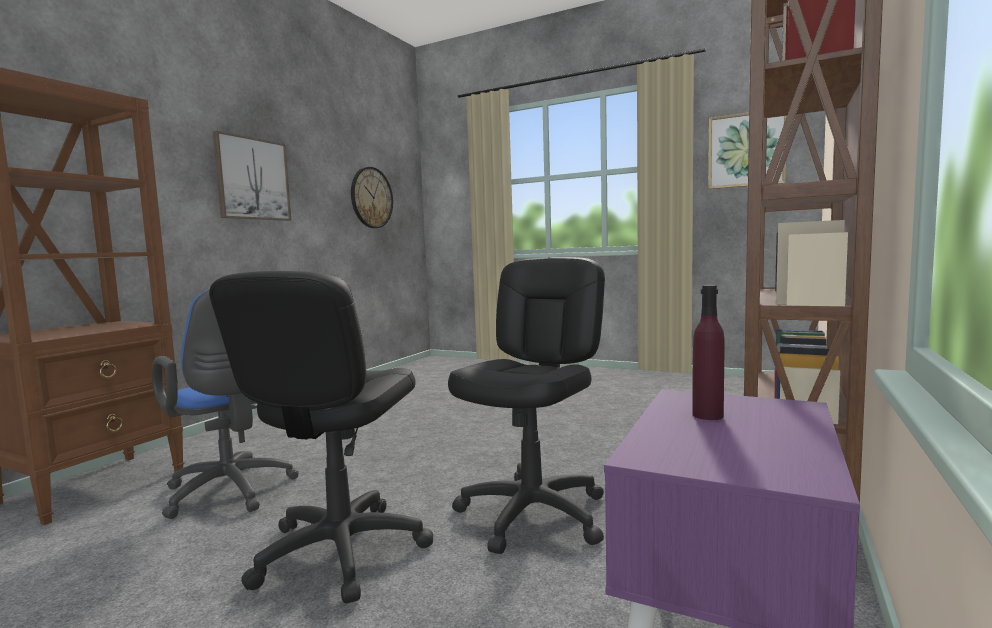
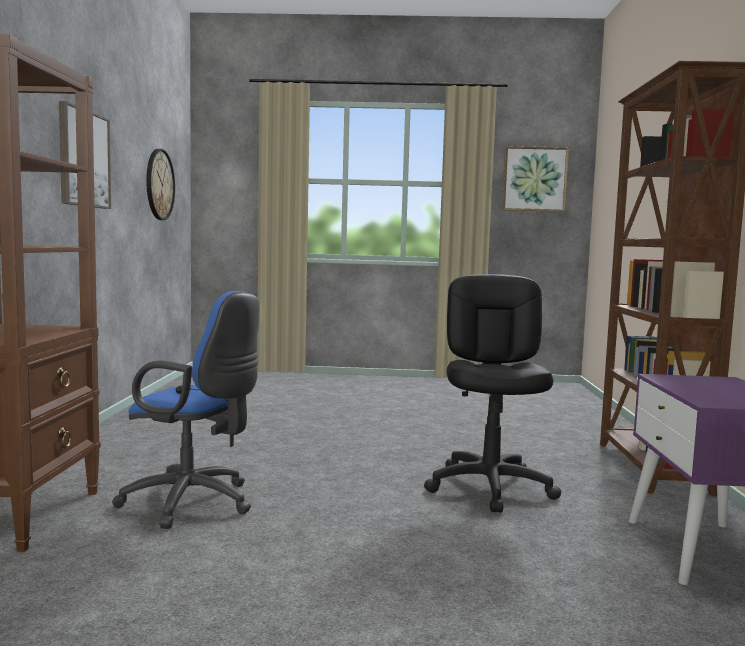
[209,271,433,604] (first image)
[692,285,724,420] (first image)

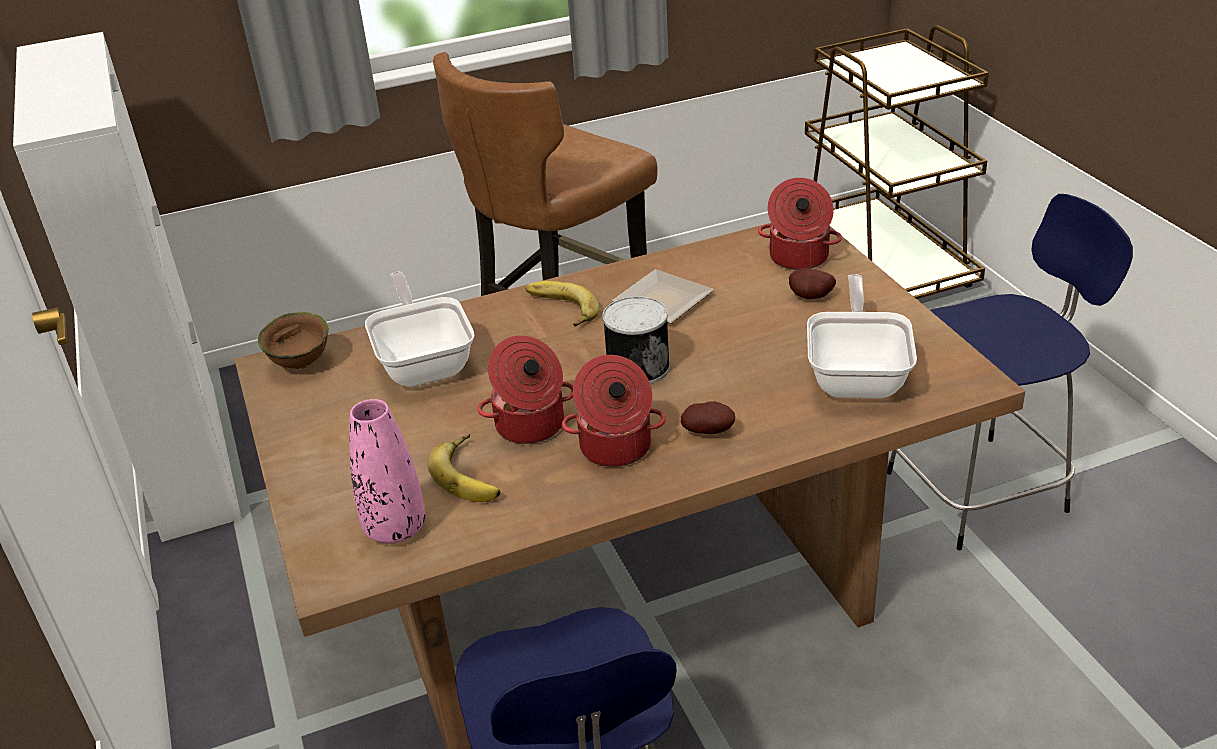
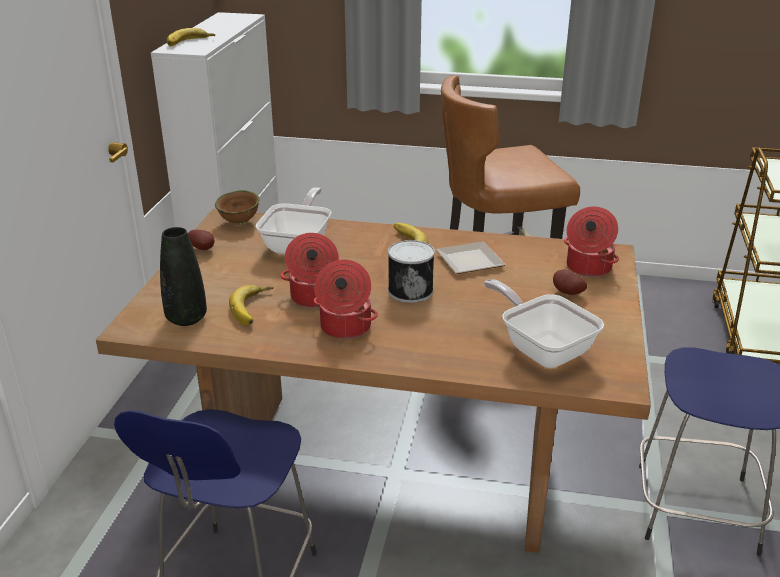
[160,227,207,326]
[188,229,215,250]
[484,279,604,368]
[167,28,215,47]

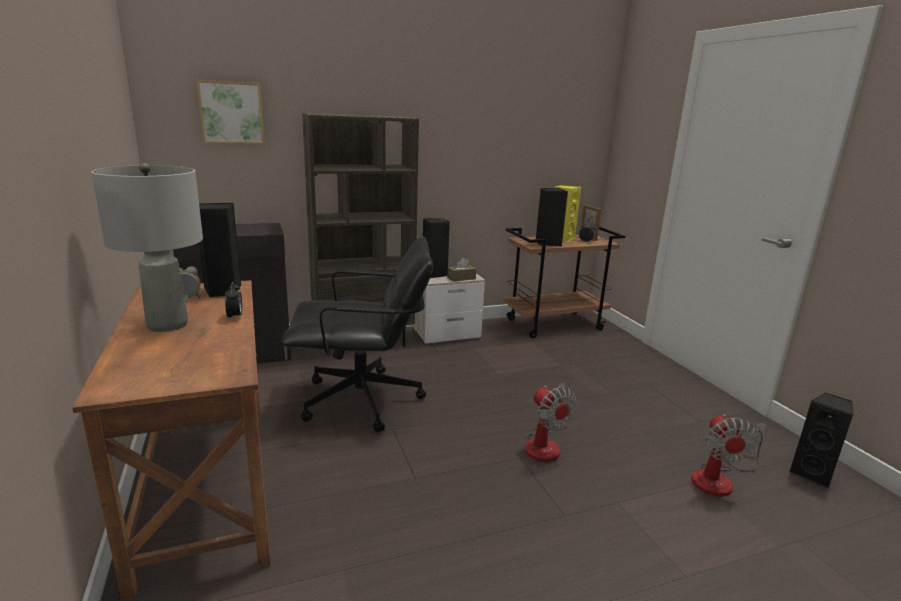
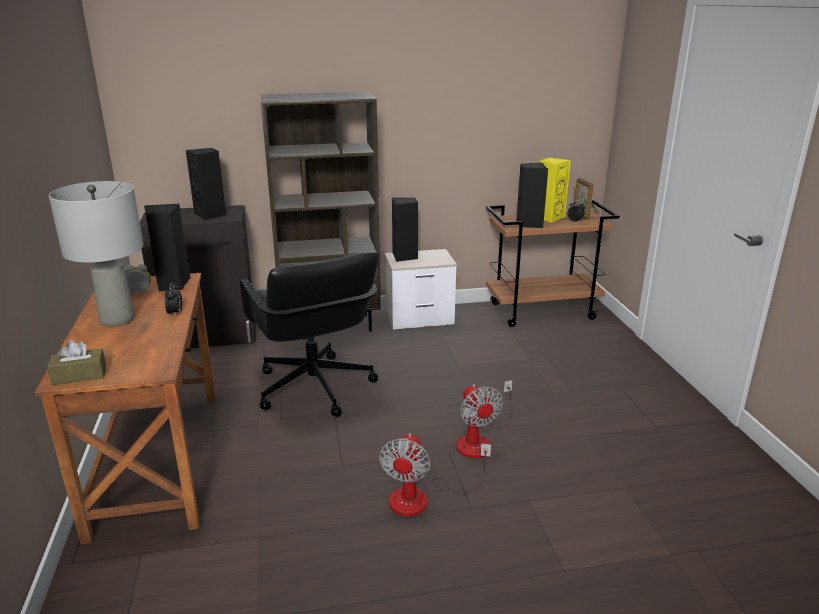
[196,80,264,144] (first image)
[240,252,379,417]
[47,340,106,385]
[379,433,491,516]
[186,148,226,220]

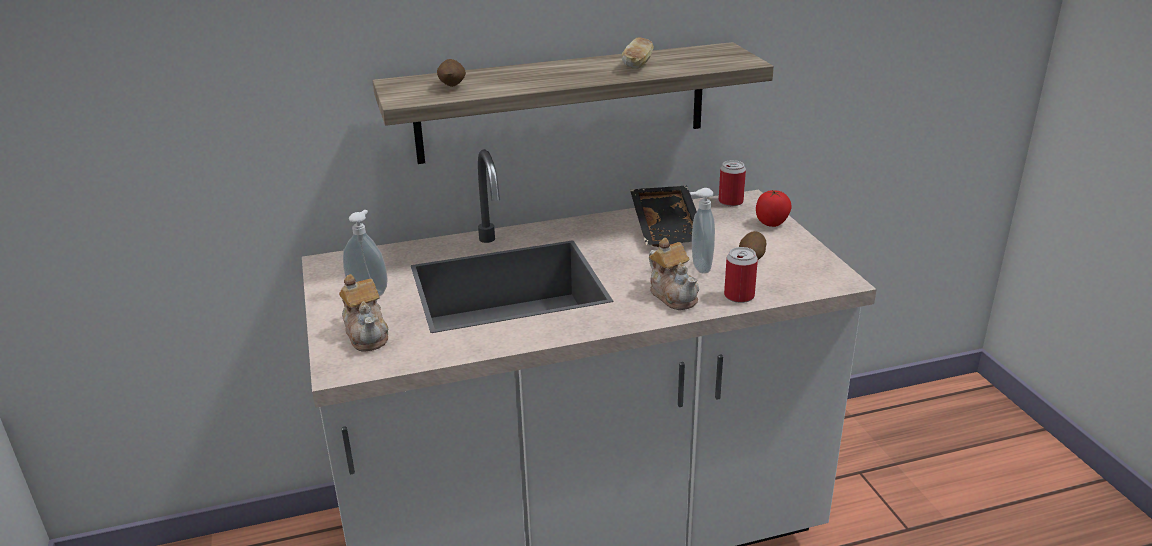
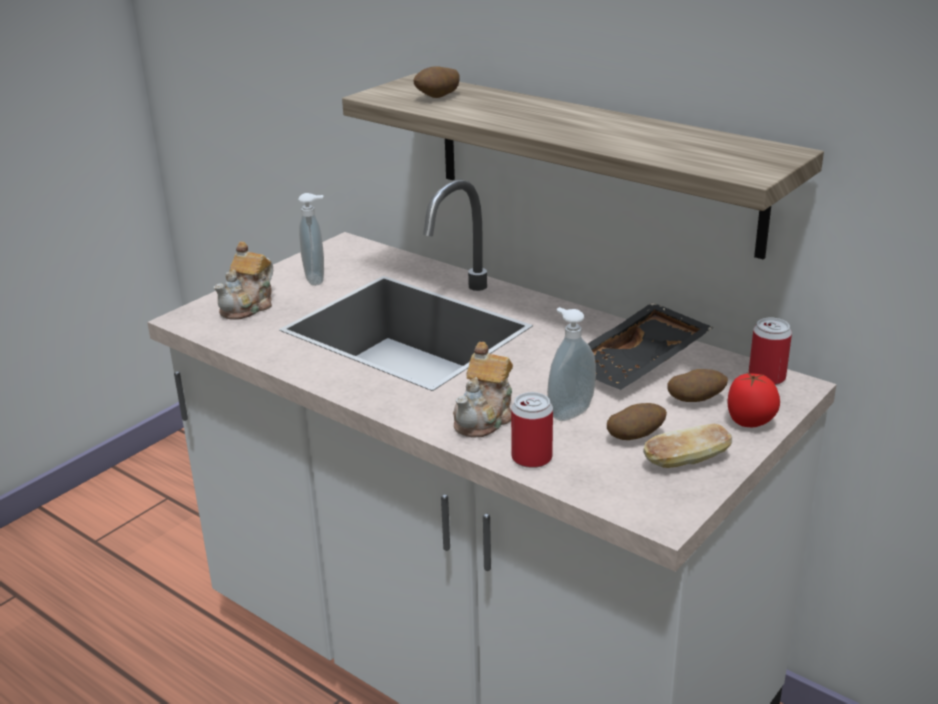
[643,424,732,468]
[667,369,728,402]

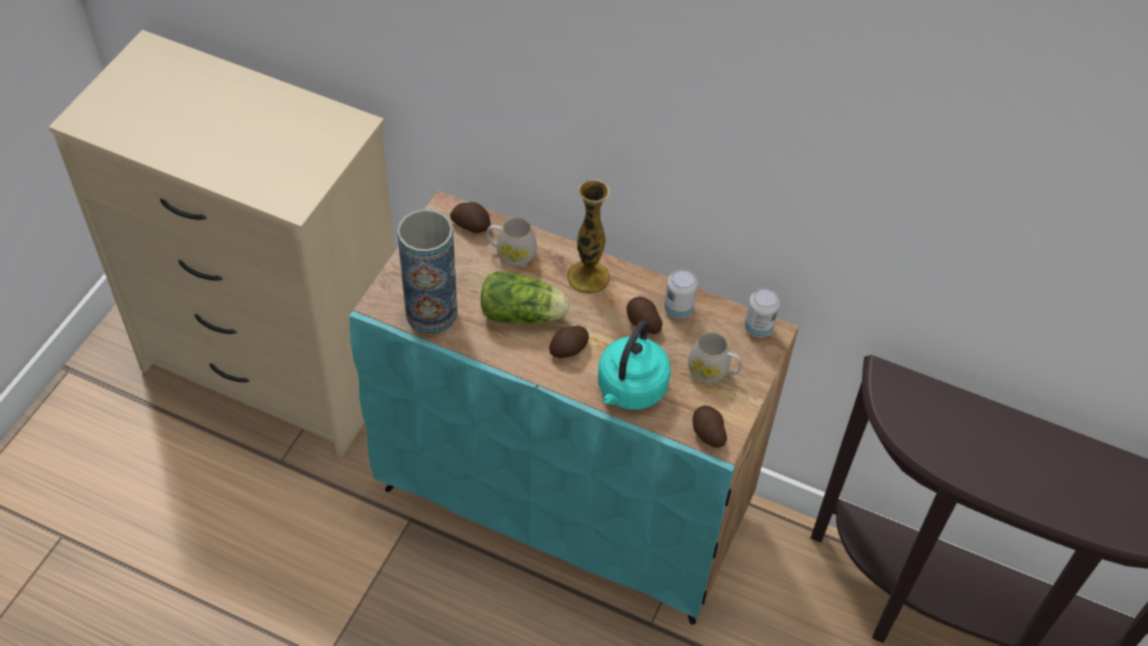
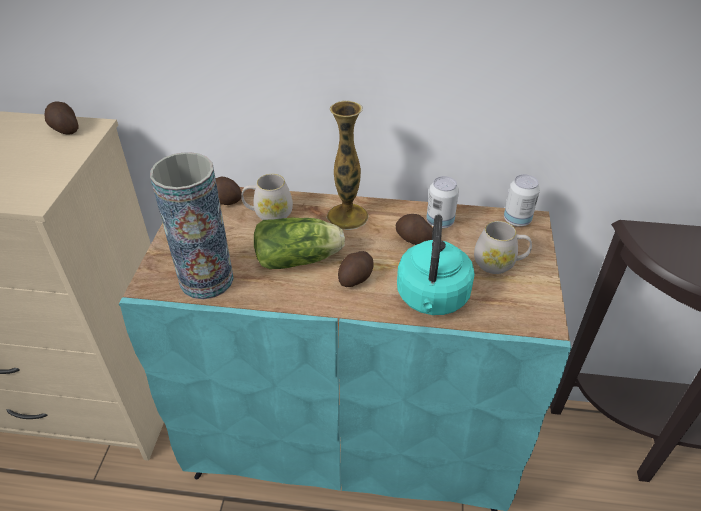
[44,101,79,135]

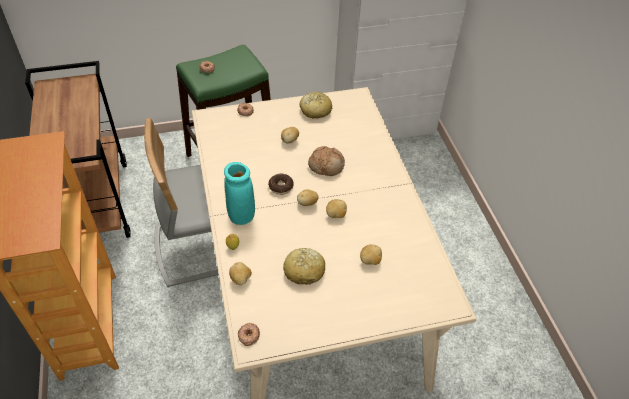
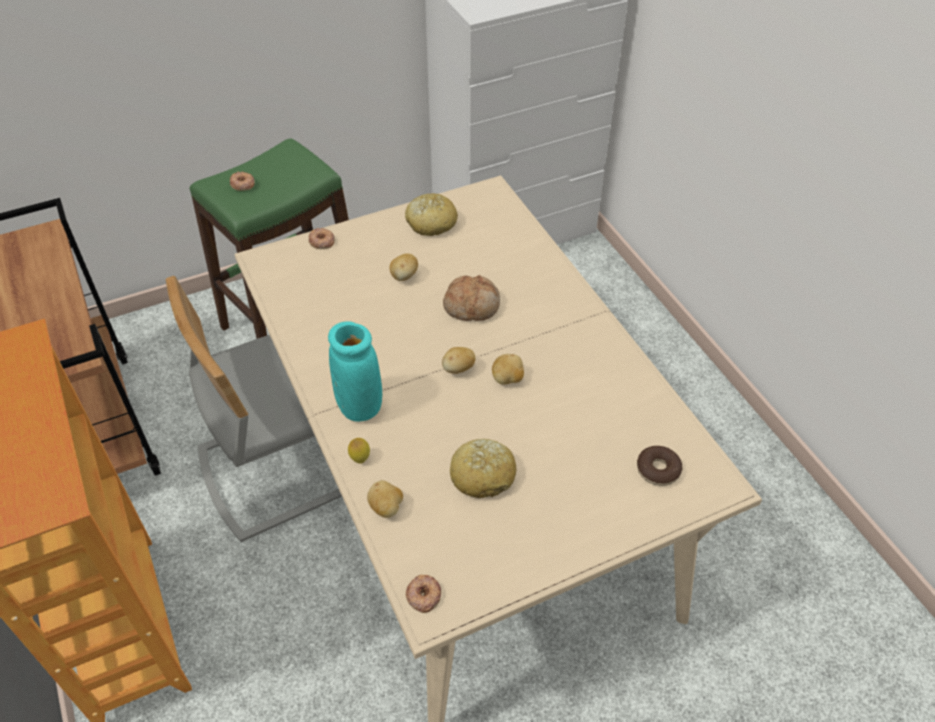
[637,446,683,486]
[360,244,382,265] (first image)

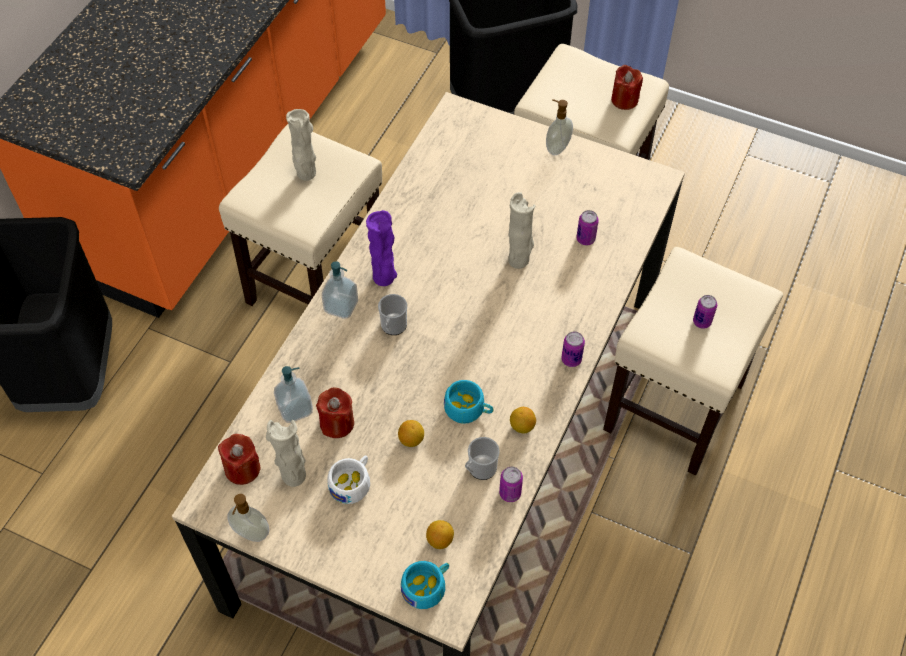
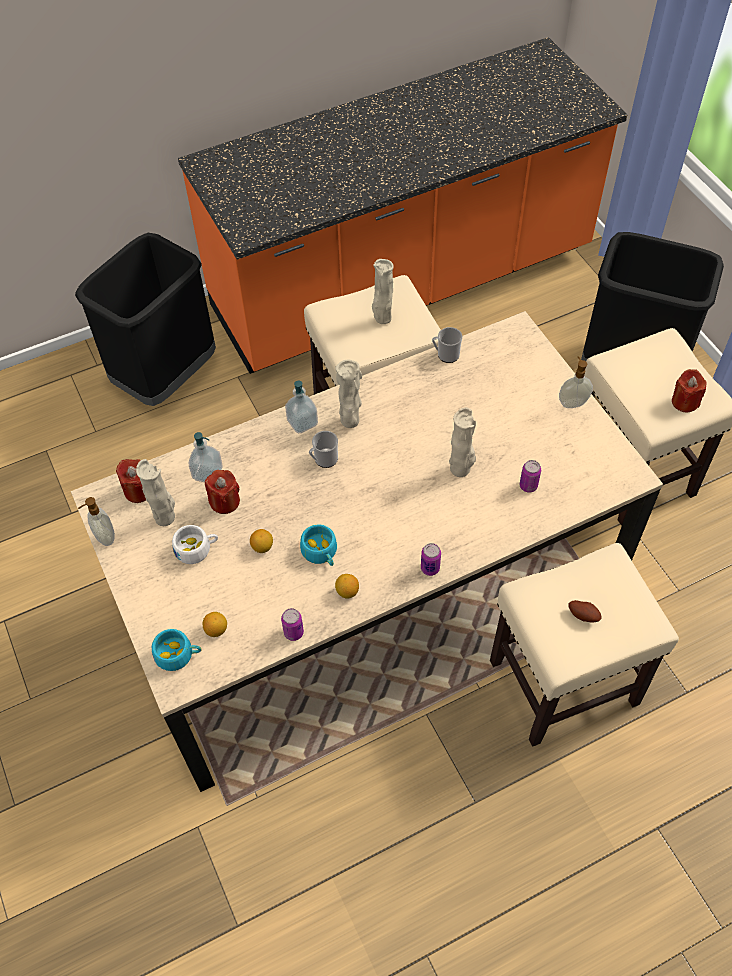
[335,360,362,428]
[432,327,462,363]
[568,600,602,623]

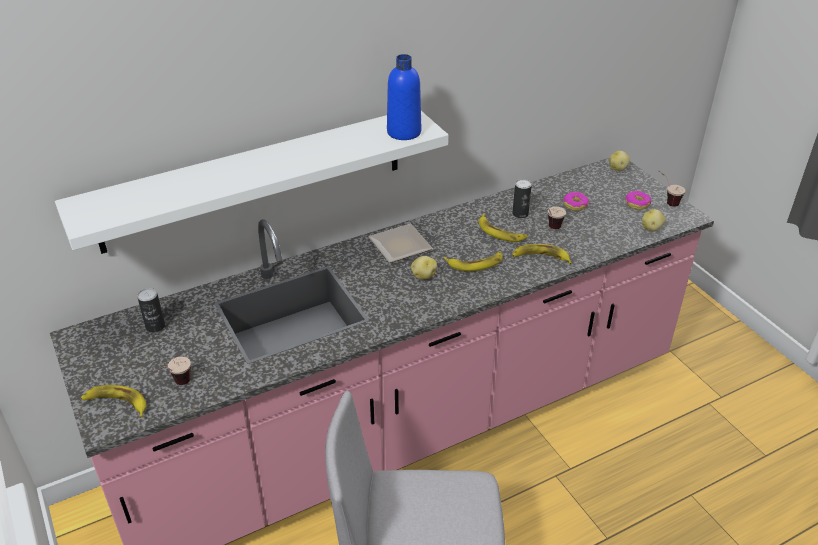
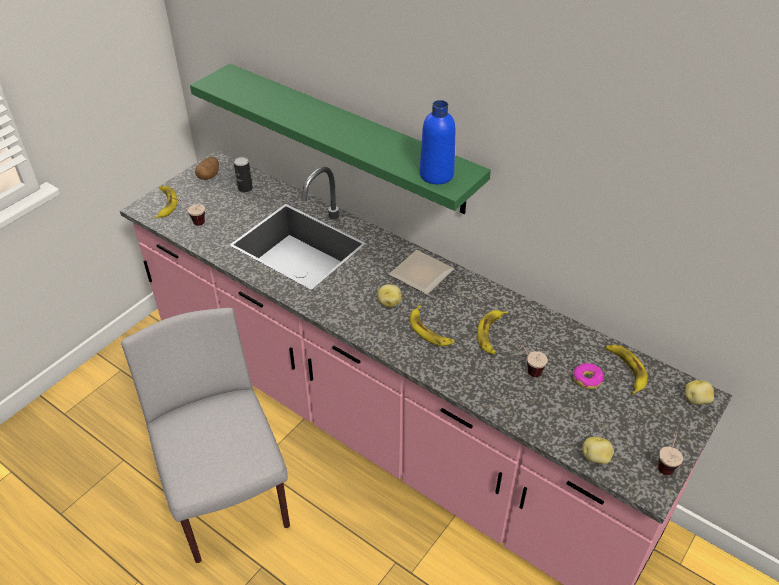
[190,63,491,214]
[512,179,532,218] (first image)
[606,345,647,394]
[625,191,651,210] (first image)
[195,156,219,180]

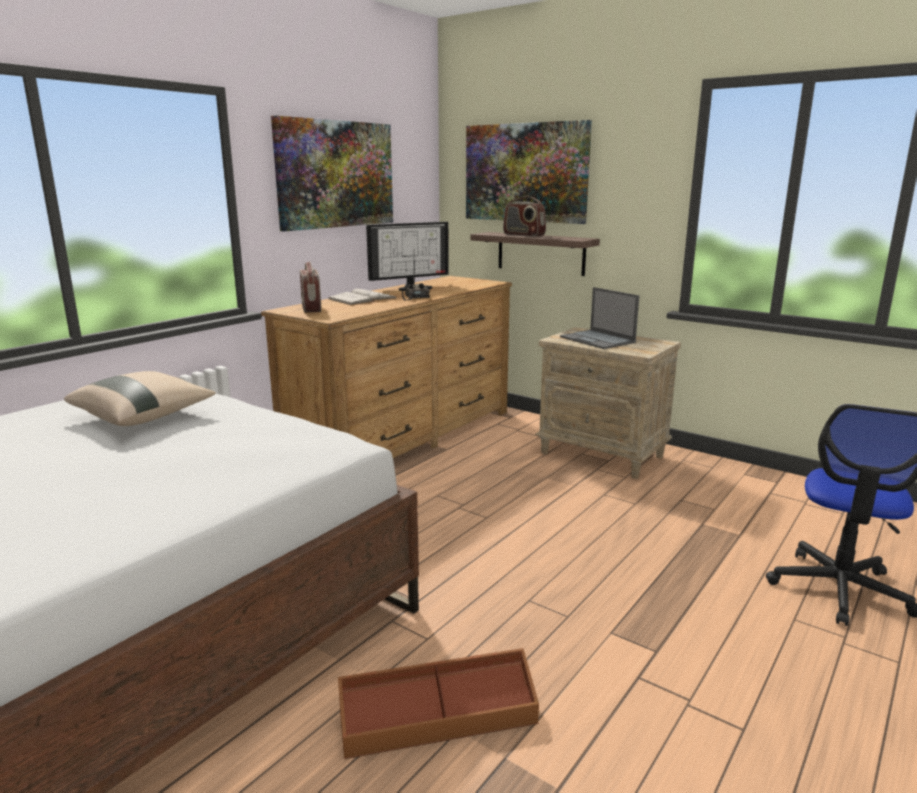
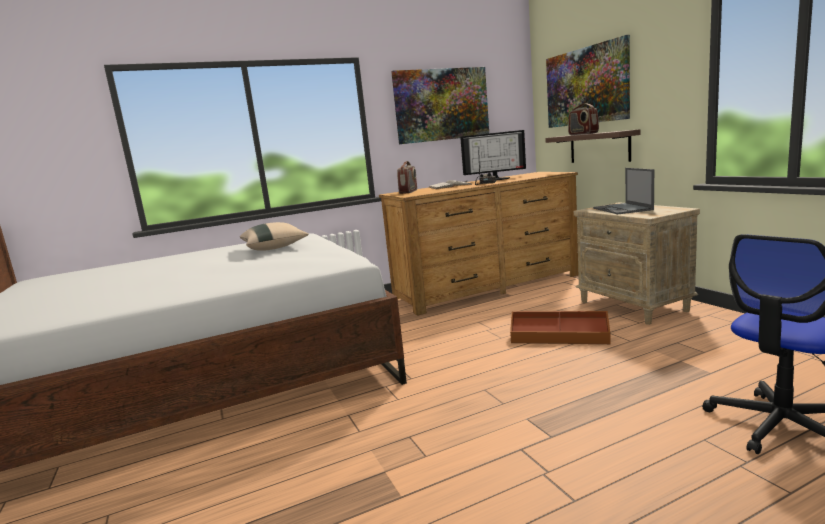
[510,311,610,344]

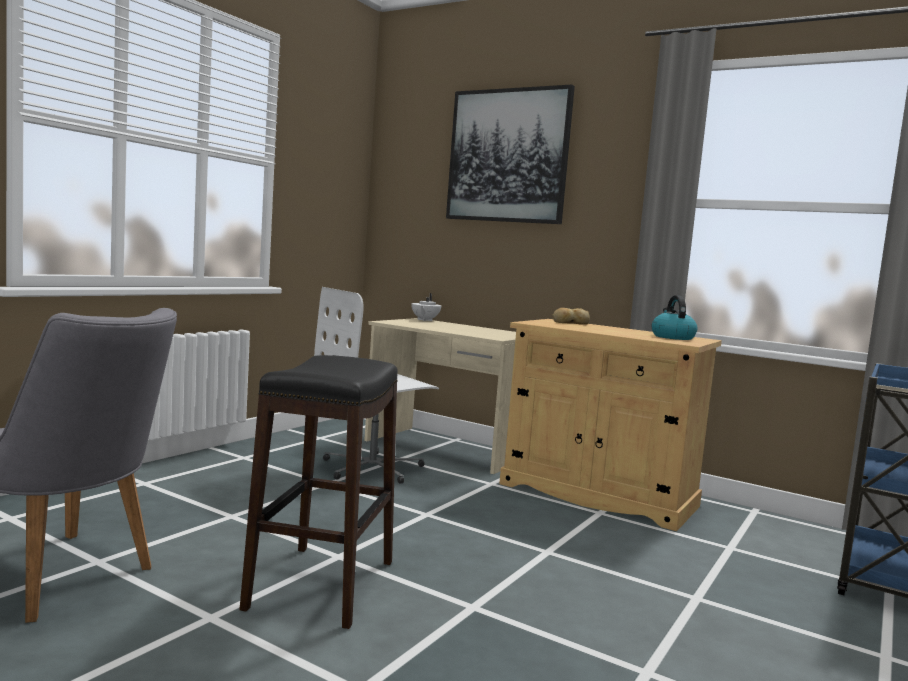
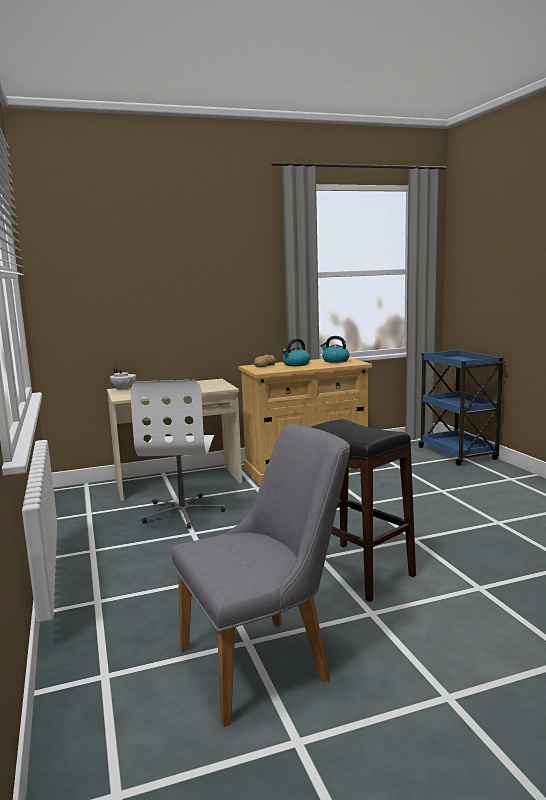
[446,85,575,224] (first image)
[282,339,310,366]

